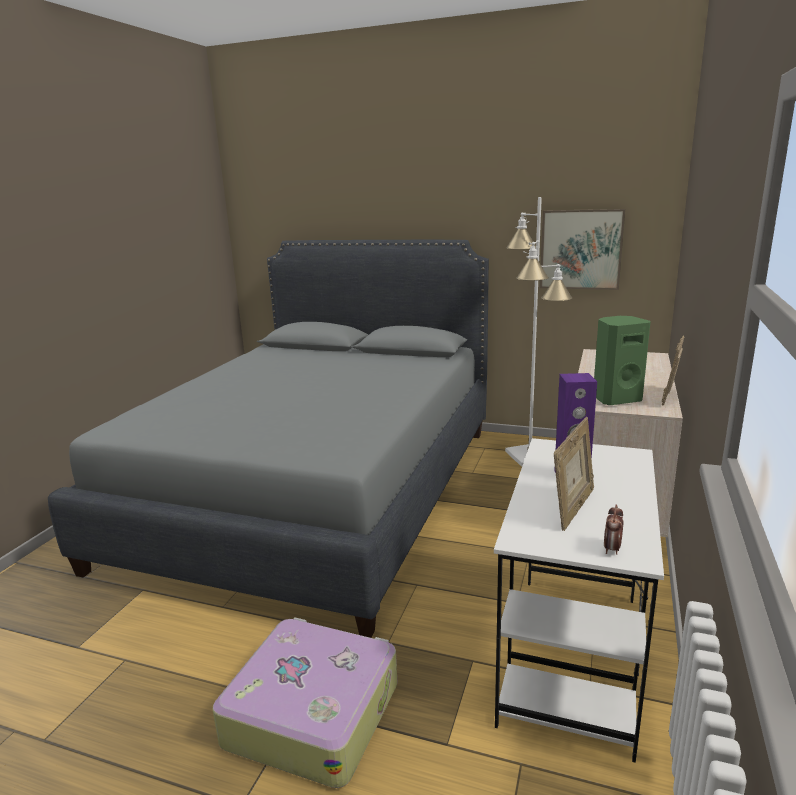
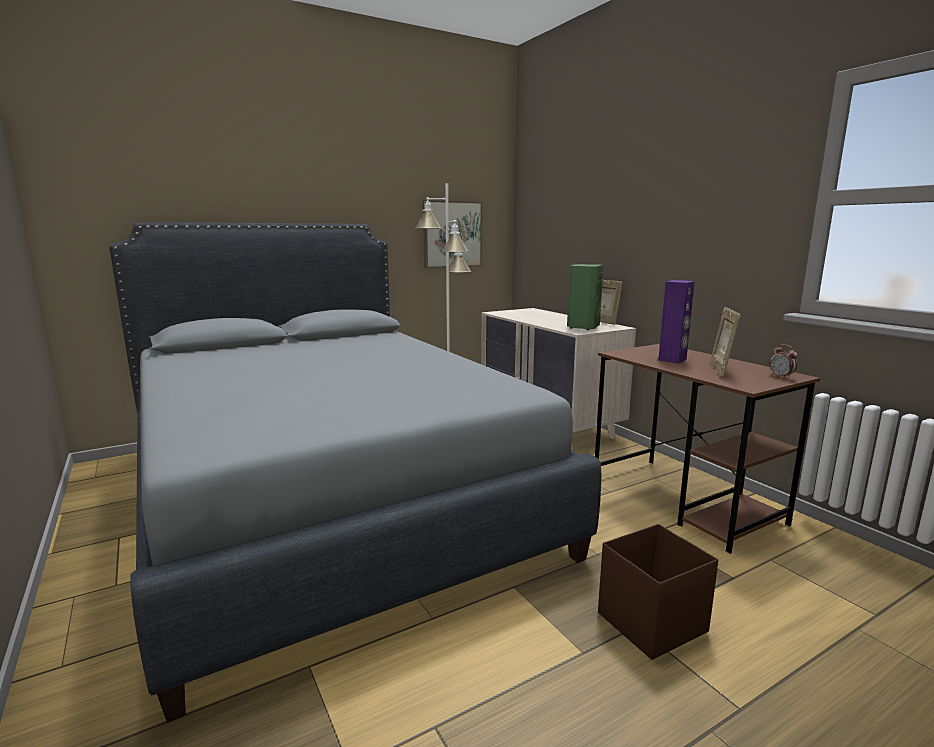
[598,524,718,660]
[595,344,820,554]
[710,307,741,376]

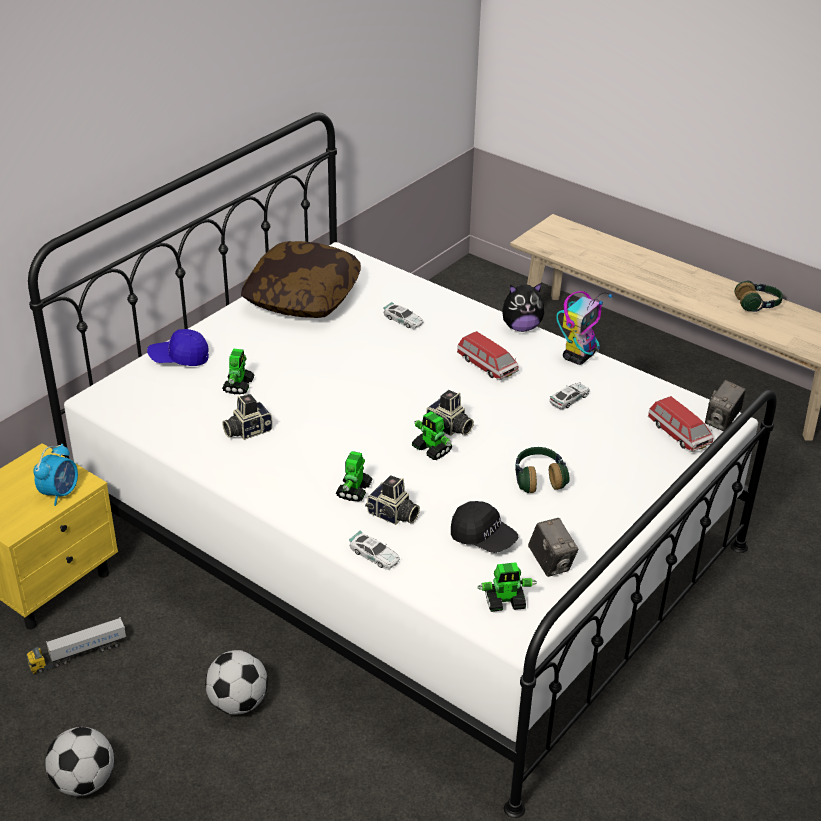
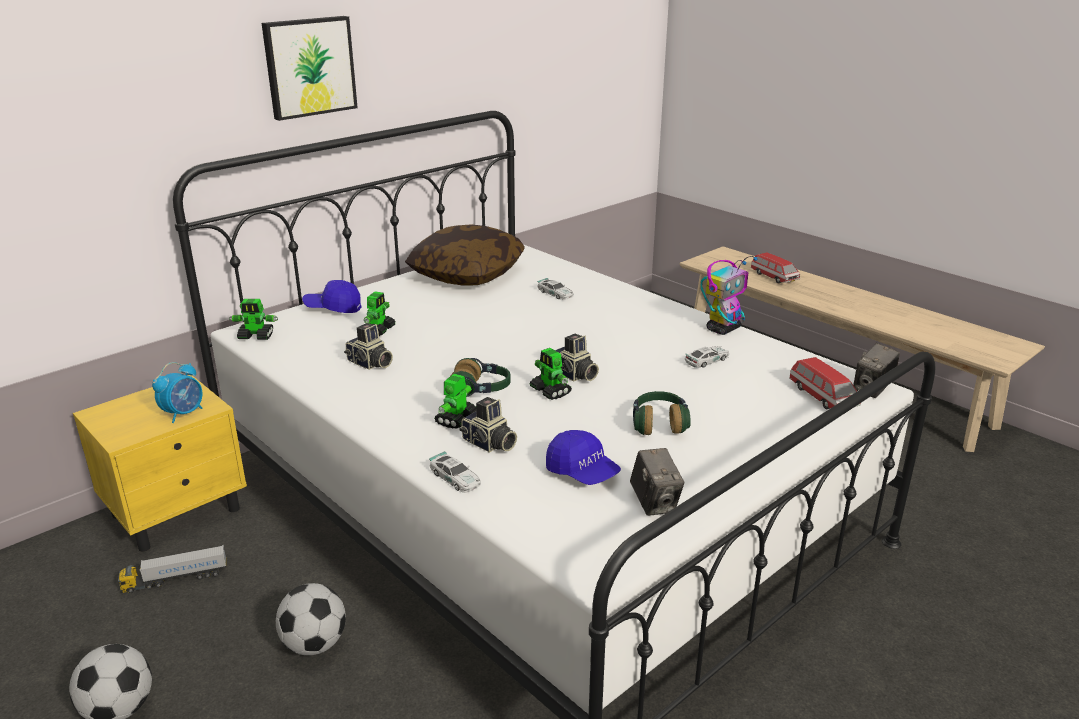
[344,323,393,370]
[546,430,621,485]
[751,252,800,283]
[229,299,278,340]
[502,283,544,332] (first image)
[451,358,511,397]
[262,16,358,121]

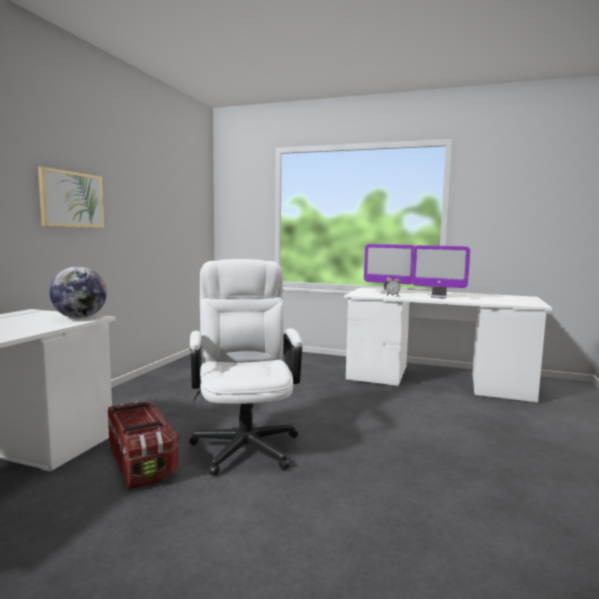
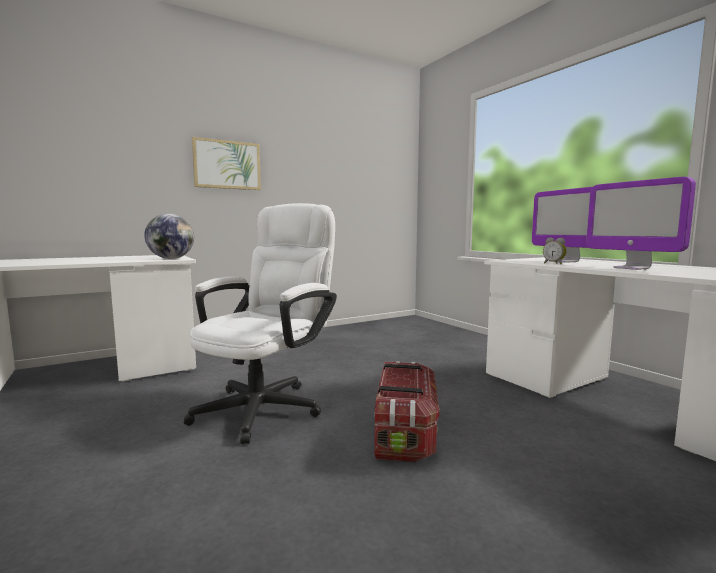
[374,361,439,462]

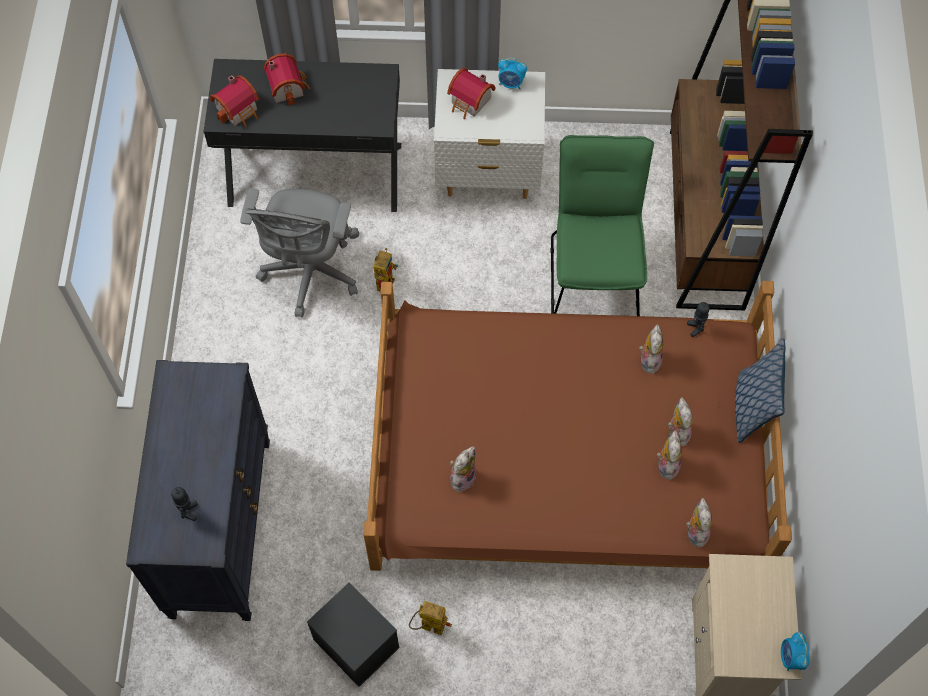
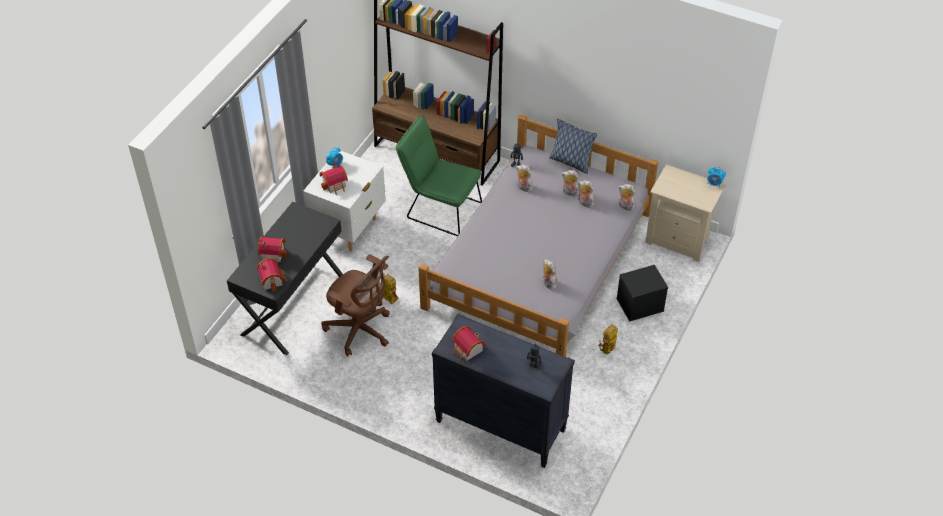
[321,254,390,356]
[616,265,668,322]
[418,114,658,357]
[452,326,486,361]

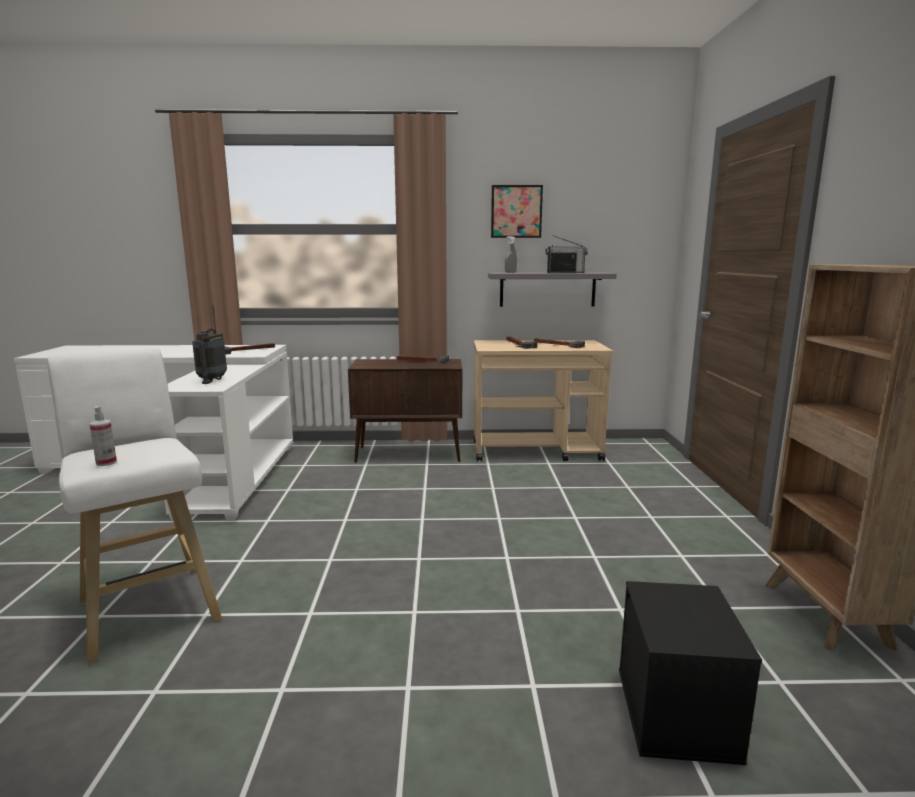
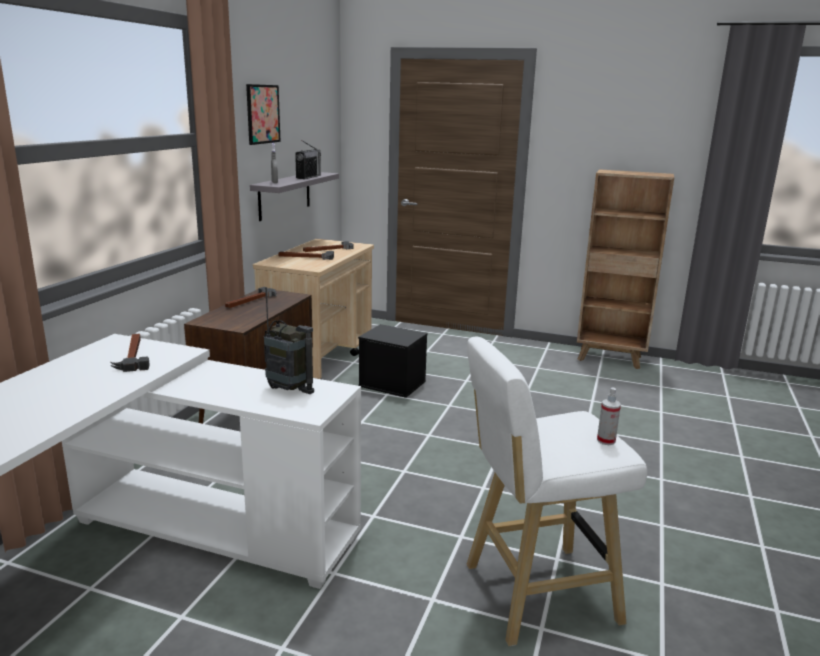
[358,324,428,398]

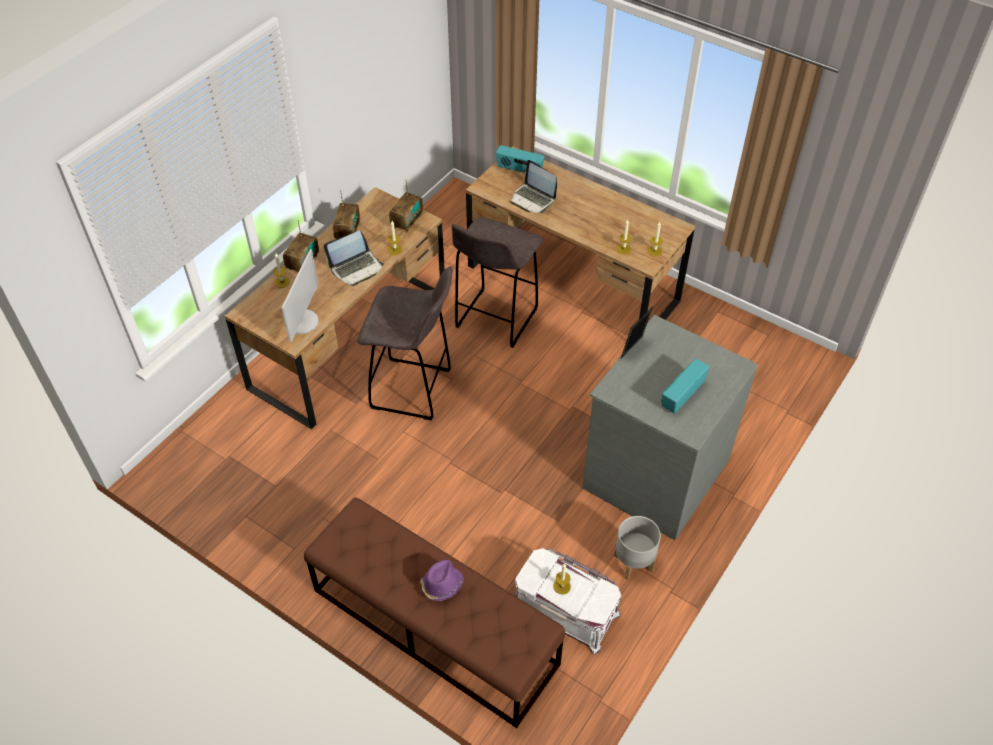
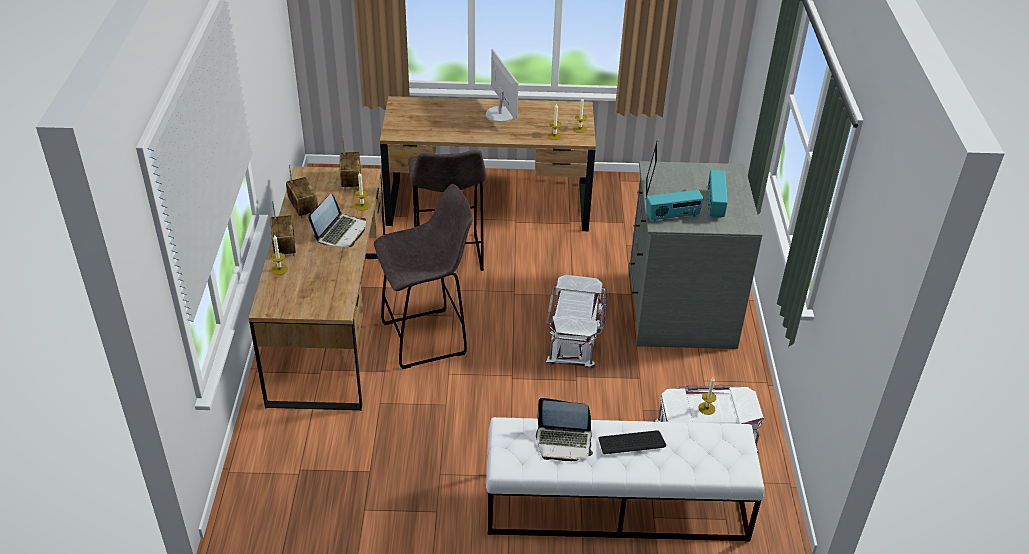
[486,49,518,122]
[486,417,764,542]
[598,430,666,454]
[646,190,704,222]
[536,398,593,461]
[614,516,661,580] (first image)
[546,275,607,370]

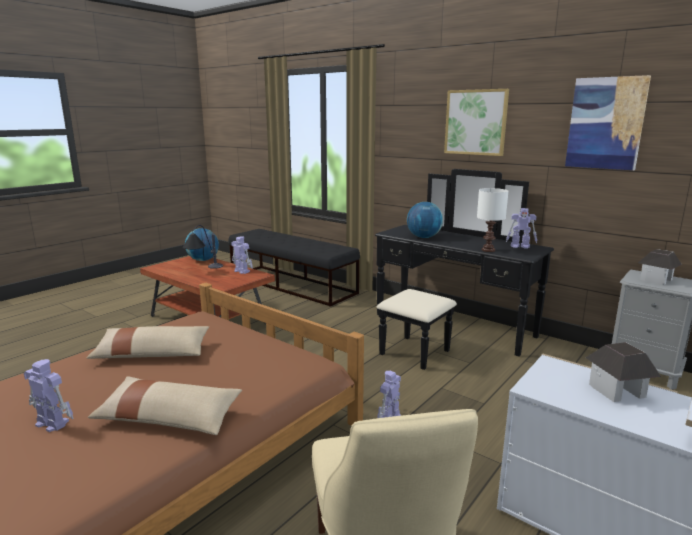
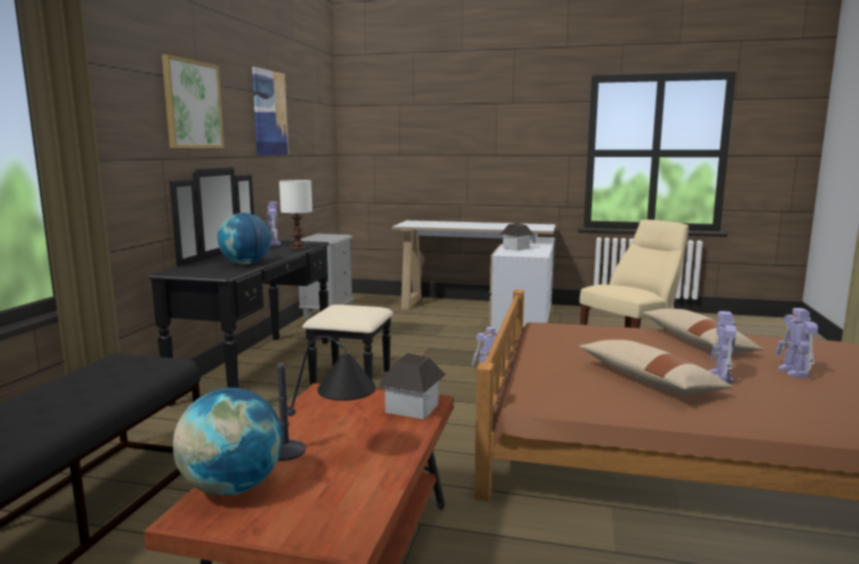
[709,311,736,383]
[379,353,446,419]

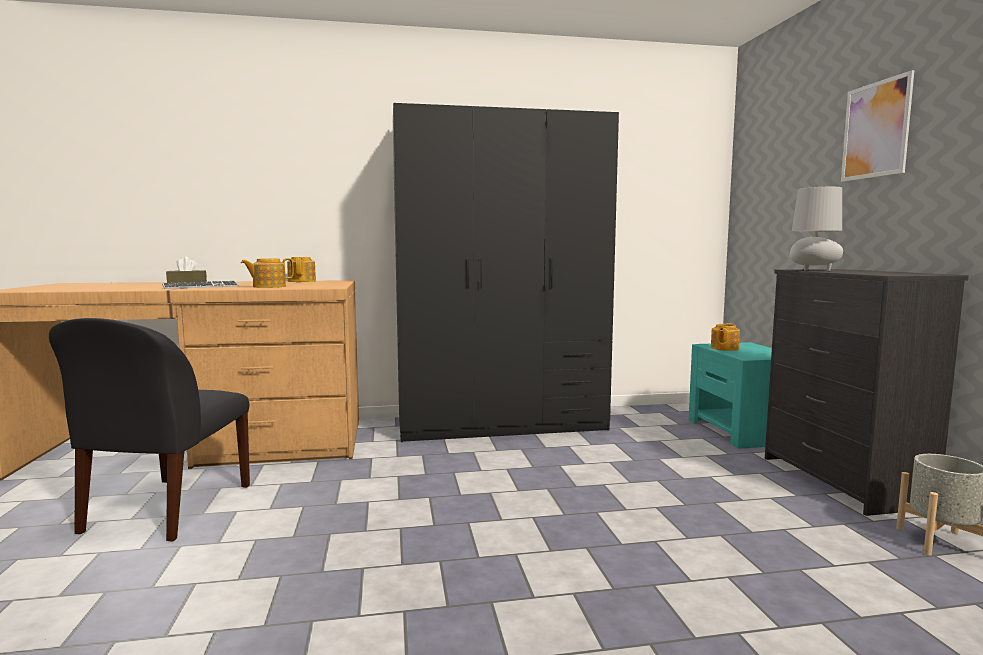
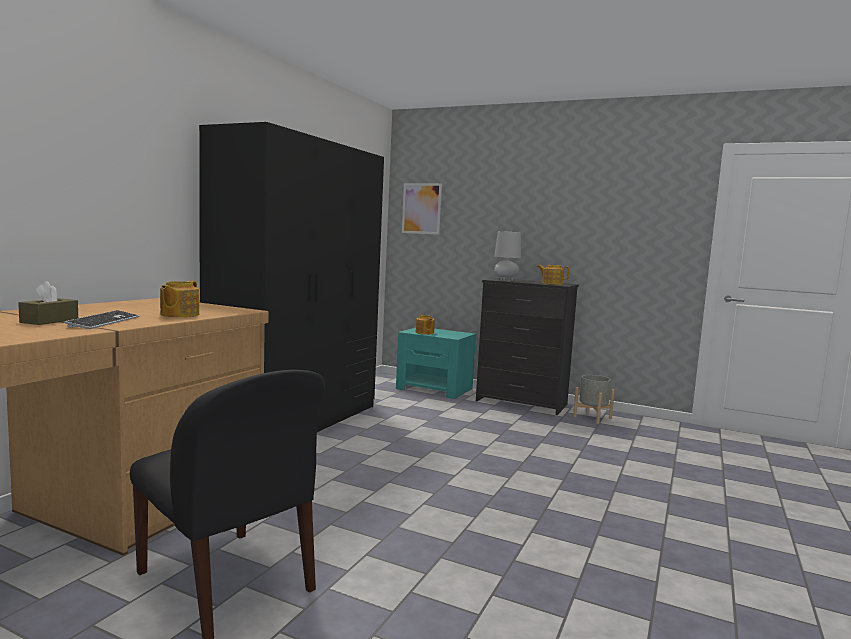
[537,265,570,285]
[402,183,442,235]

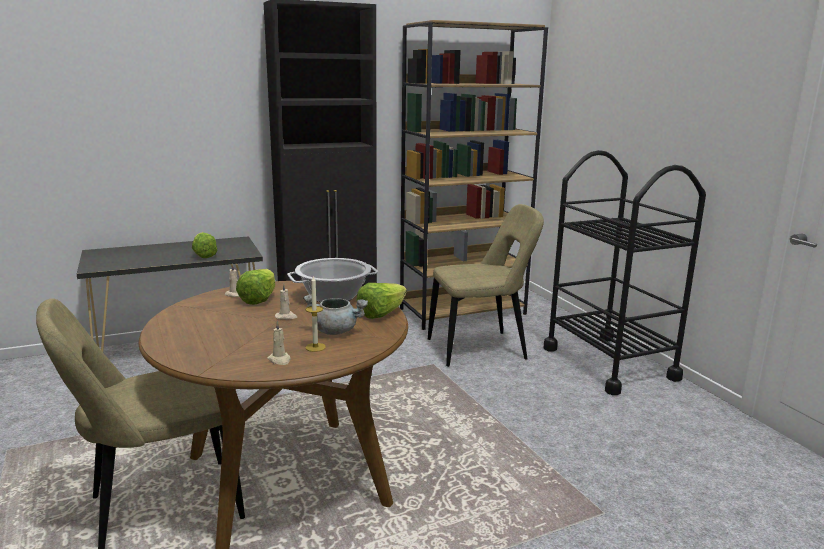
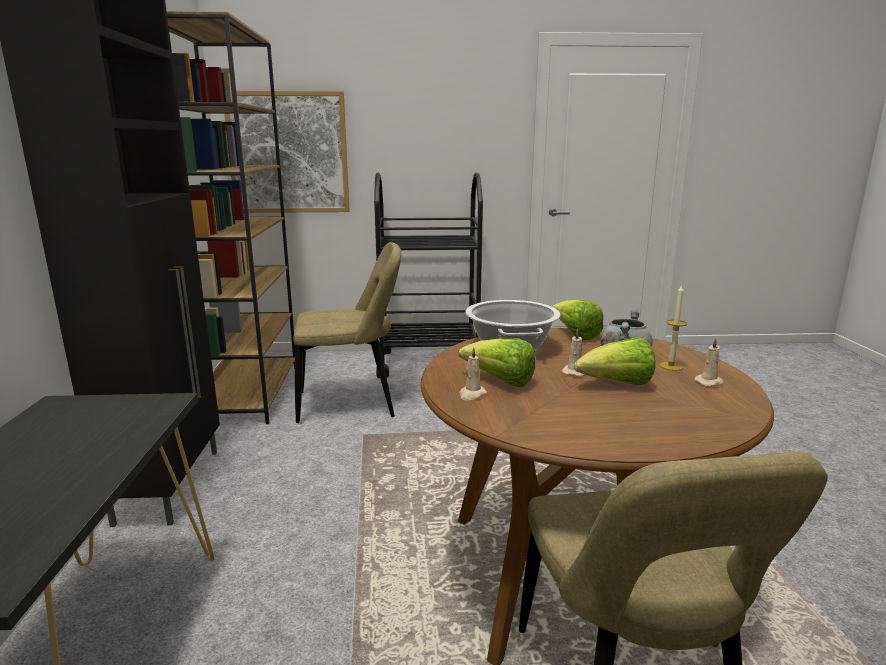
[574,337,655,385]
[293,242,401,423]
[224,91,350,213]

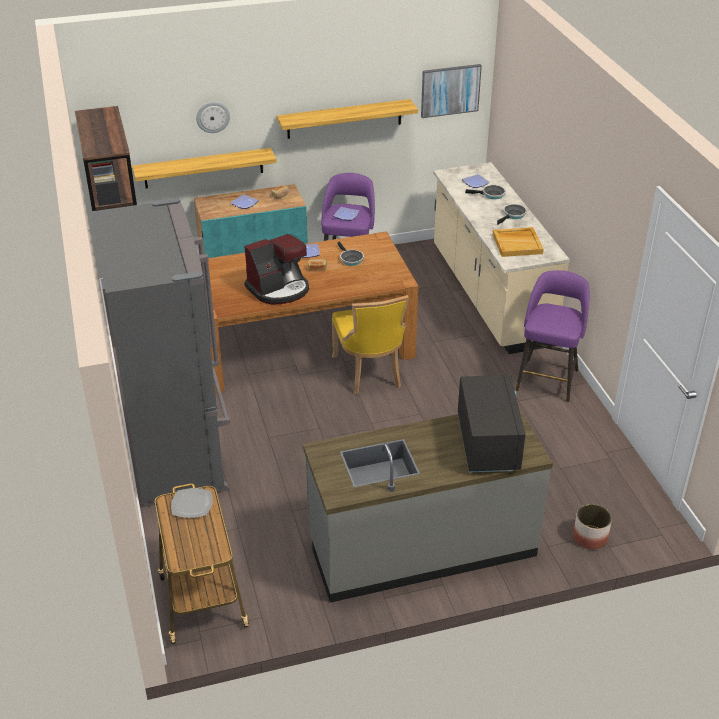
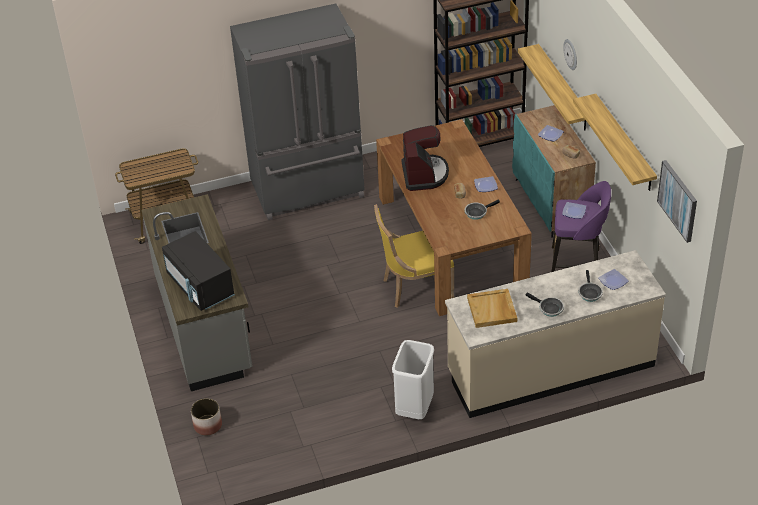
[171,488,213,518] (first image)
[402,125,449,191]
[162,231,235,311]
[392,340,434,419]

